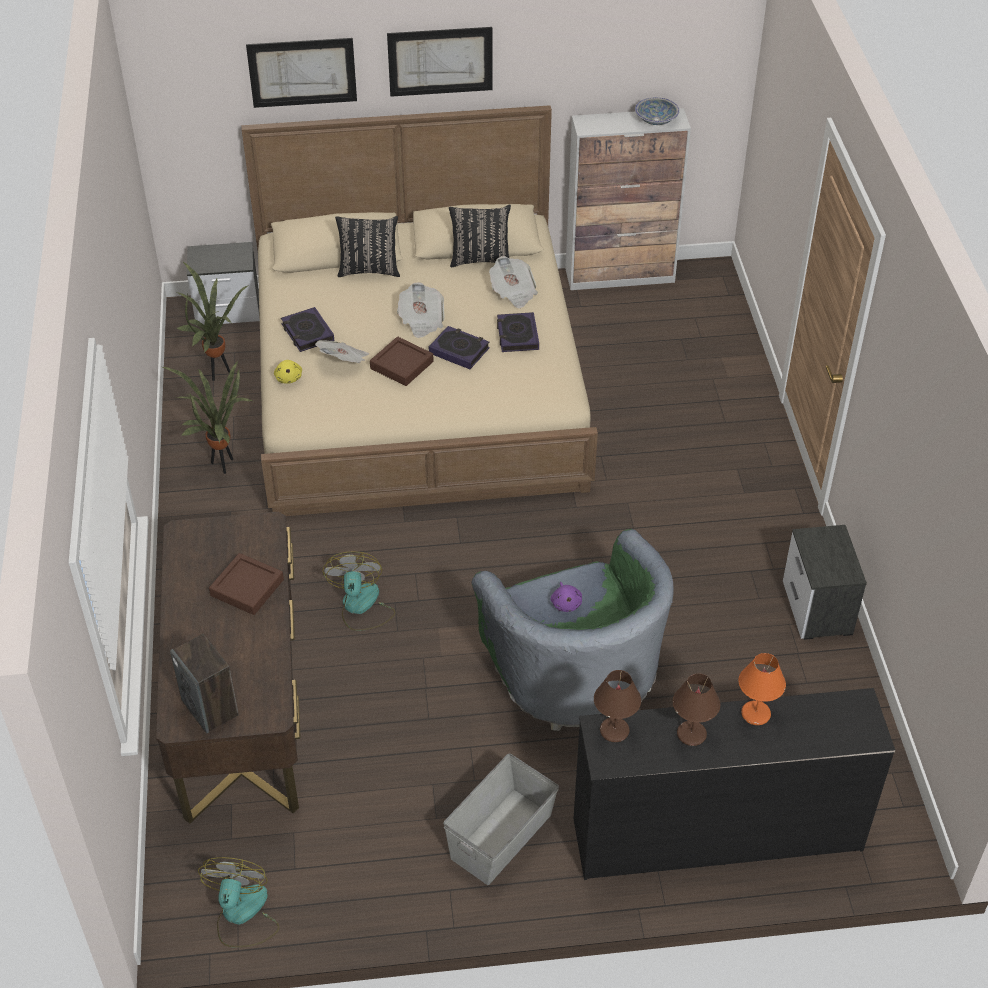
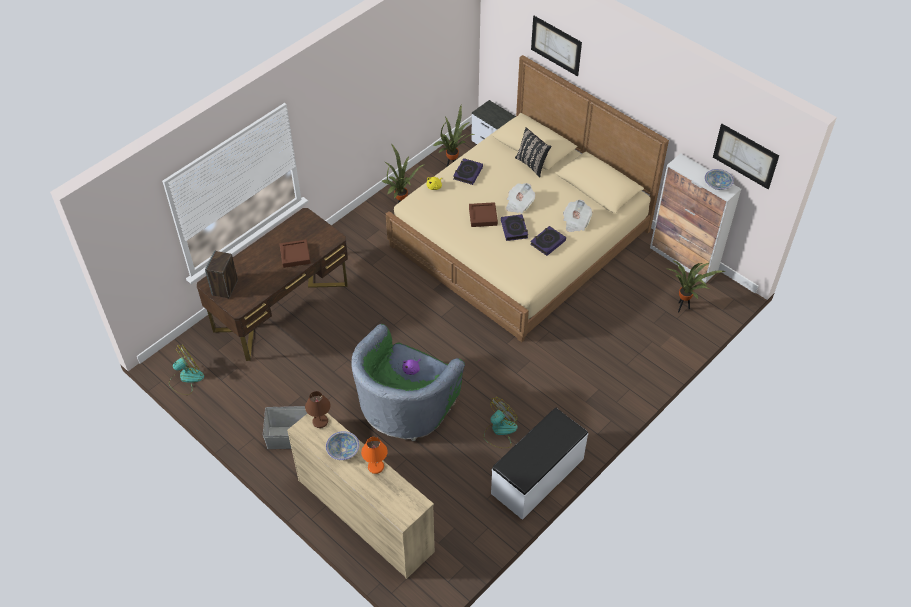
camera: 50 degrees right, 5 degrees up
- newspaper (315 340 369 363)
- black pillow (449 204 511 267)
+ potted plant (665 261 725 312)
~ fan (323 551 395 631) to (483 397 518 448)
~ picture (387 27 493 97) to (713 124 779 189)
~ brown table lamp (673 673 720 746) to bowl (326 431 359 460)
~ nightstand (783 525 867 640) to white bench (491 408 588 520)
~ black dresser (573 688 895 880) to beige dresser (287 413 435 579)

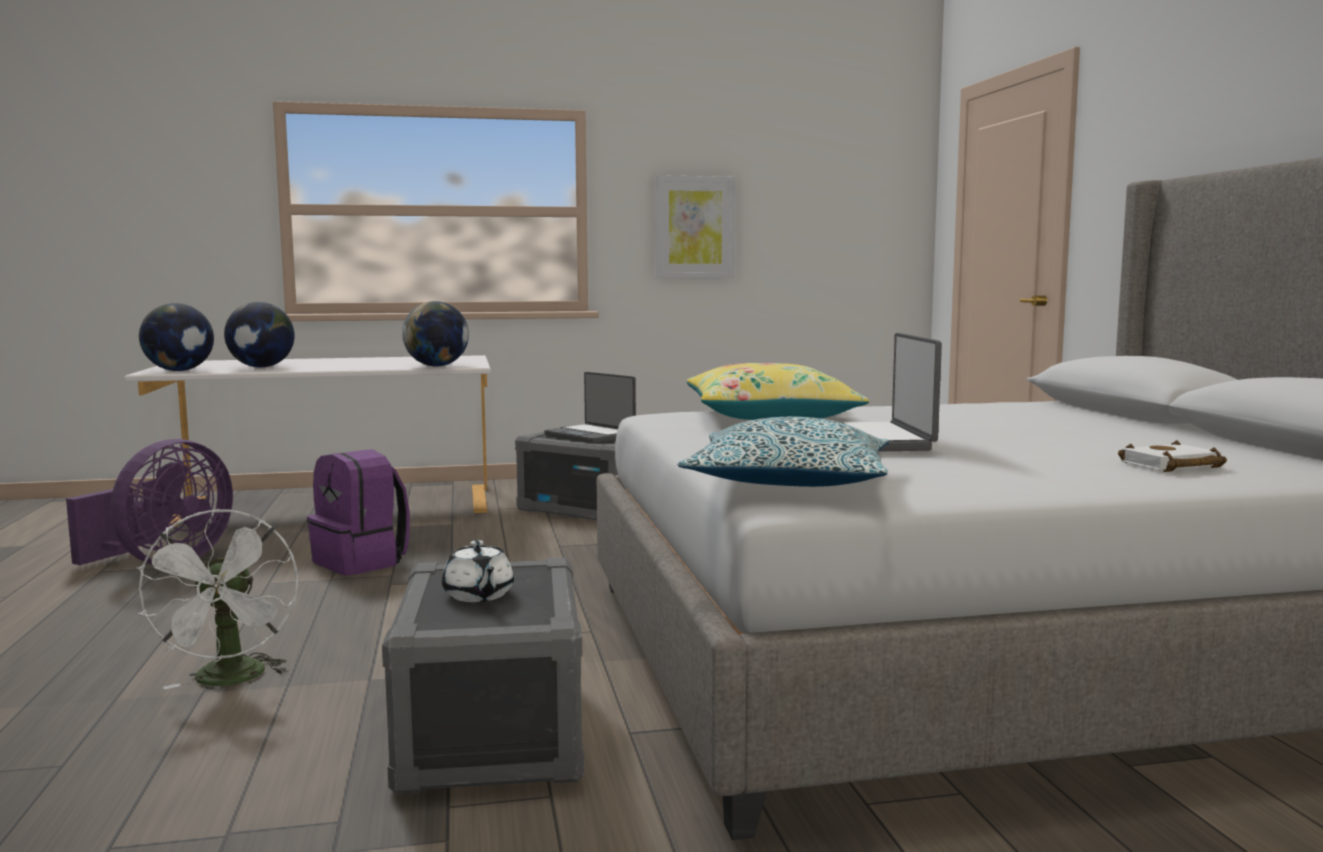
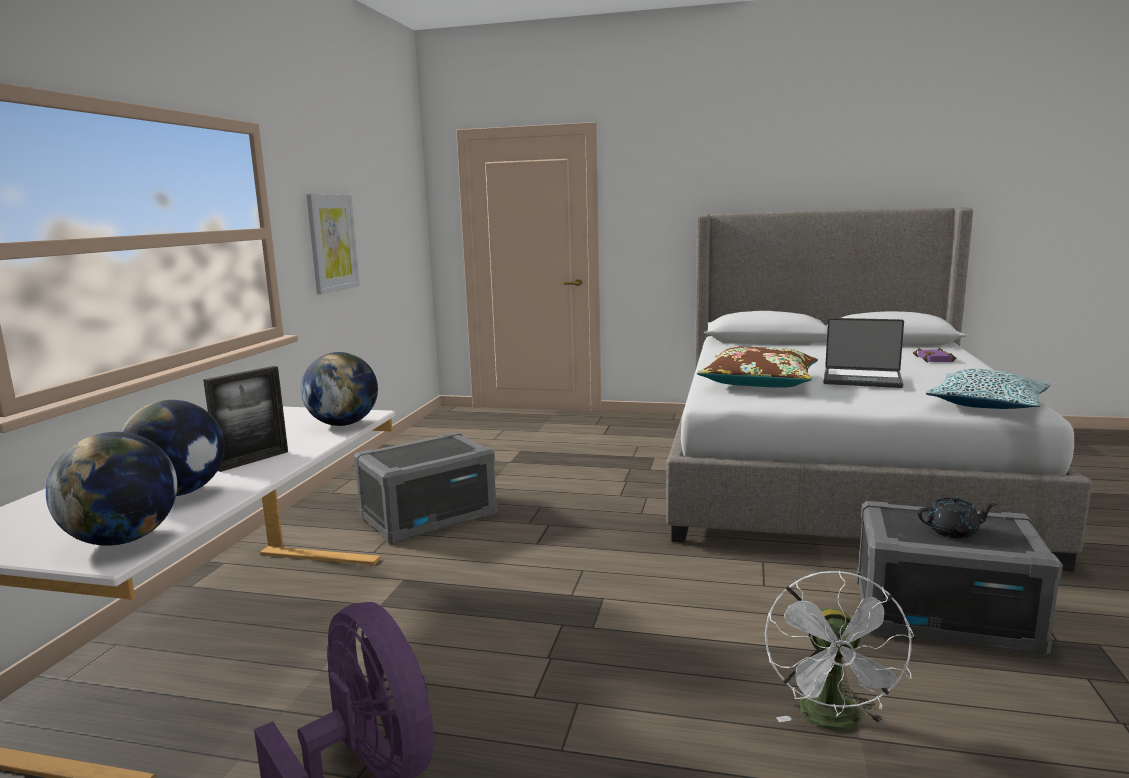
camera: 65 degrees left, 5 degrees up
- purple backpack (307 449 410 575)
- laptop (544 372 636 443)
+ picture frame (203 366 288 472)
~ white teapot (442 540 514 602) to black teapot (917 496 996 539)
~ yellow pillow (687 363 869 420) to brown pillow (697 347 818 388)
~ white book (1118 440 1227 472) to purple book (913 348 956 362)
~ white fan (136 509 298 689) = (765 570 914 731) 90 degrees clockwise

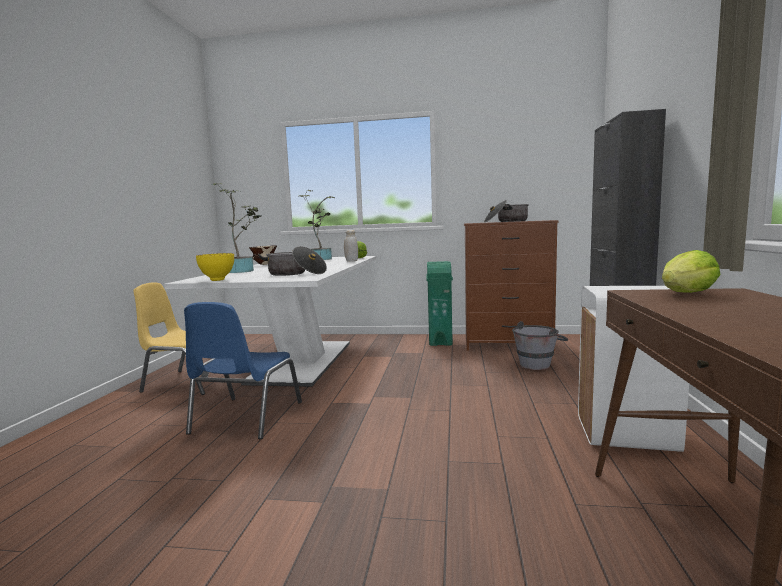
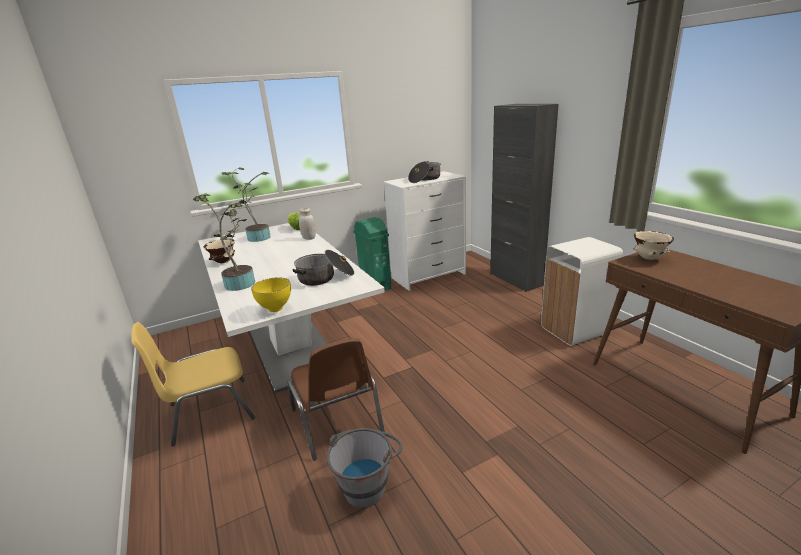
camera: 35 degrees left, 15 degrees up
~ grey bucket (512 321 568 370) to (326 428 403 508)
~ lettuce (662 250 720 293) to beige bowl (633 231 674 260)
~ blue chair (184 302 302 439) to brown chair (287 338 385 461)
~ brown dresser (464 220 559 351) to white dresser (383 171 466 291)

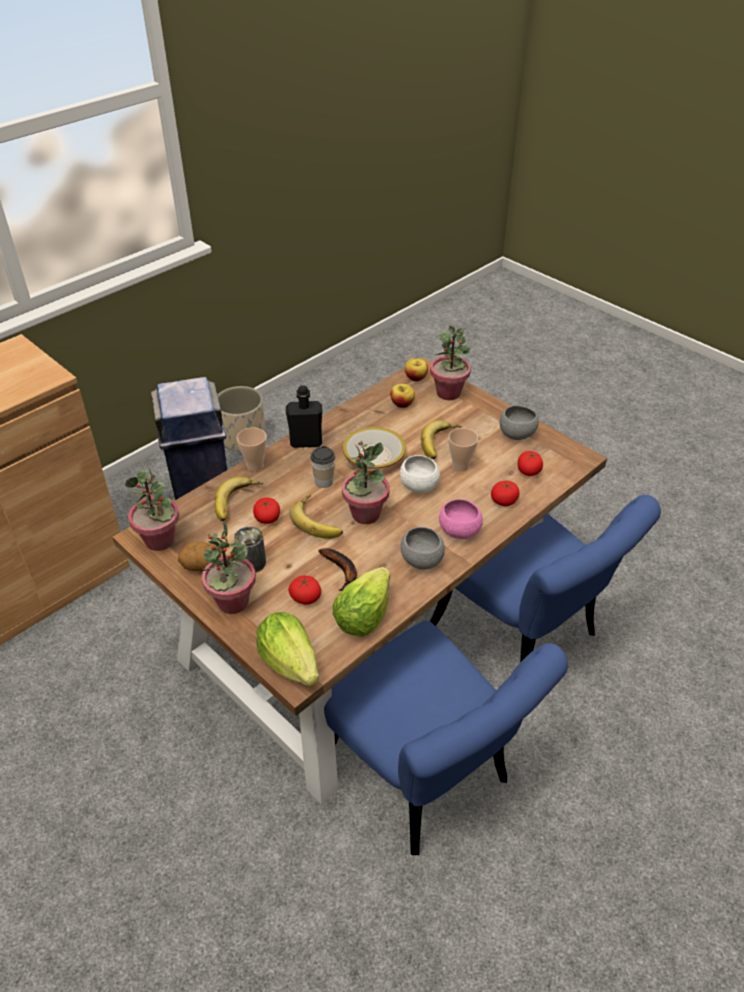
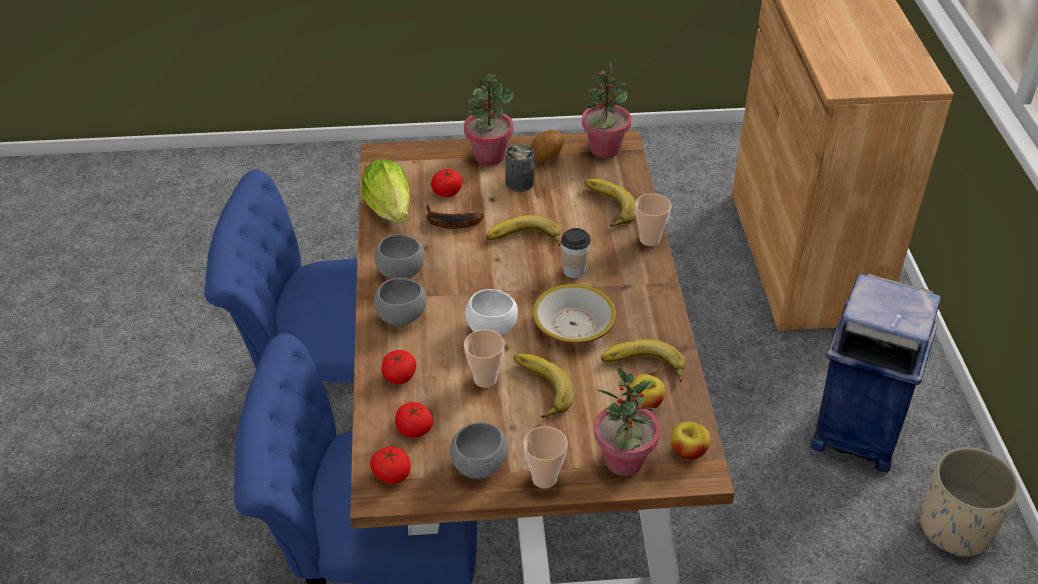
camera: 130 degrees right, 0 degrees up
- lettuce (256 612 319 686)
- black bottle (286 385 322 448)
- potted plant (342 441 390 524)
+ cup (523 426 568 489)
+ banana (601 339 685 382)
~ tomato (253 498 280 524) to (370 446 411 484)
~ pink bowl (439 499 483 539) to grey bowl (374 278 426 326)

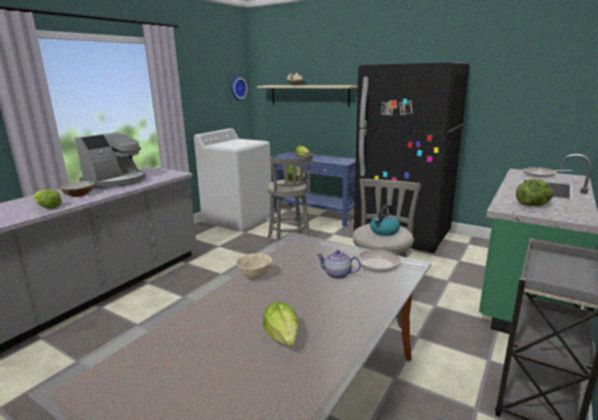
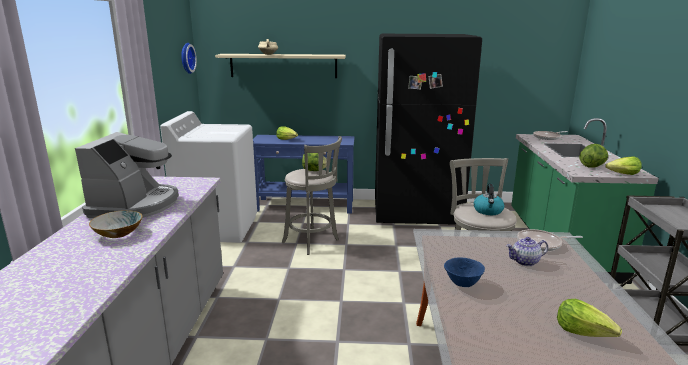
camera: 30 degrees left, 0 degrees up
~ lettuce (33 189 62 209) to (605 156 642 175)
~ beige bowl (236 253 272 279) to blue bowl (444 257 485 287)

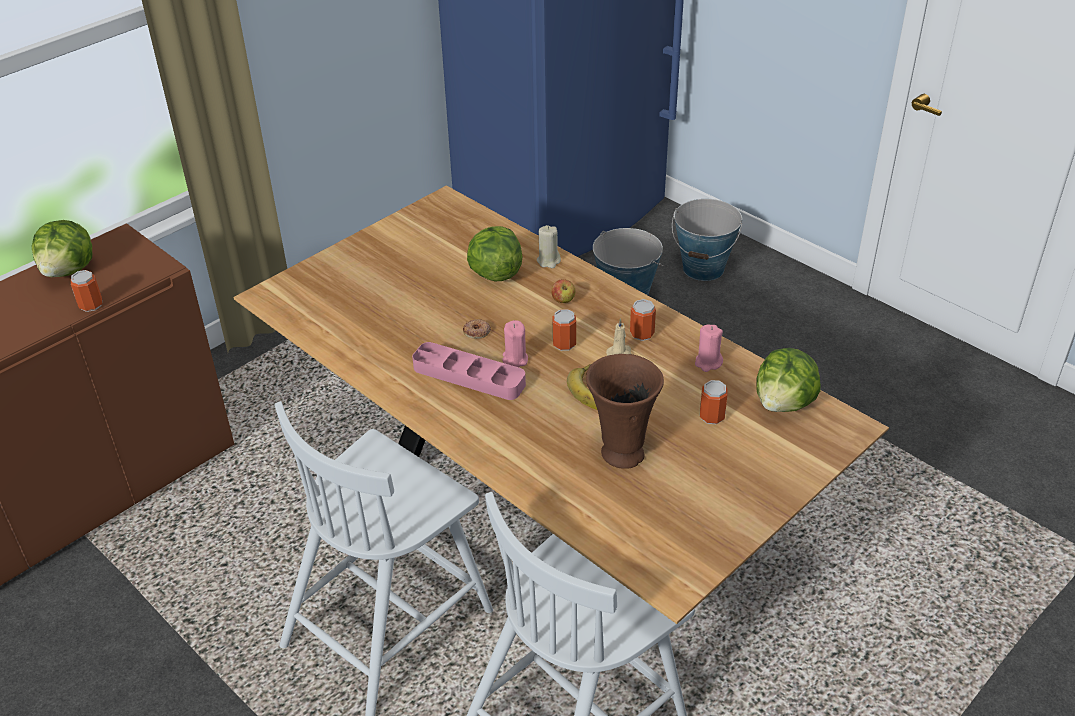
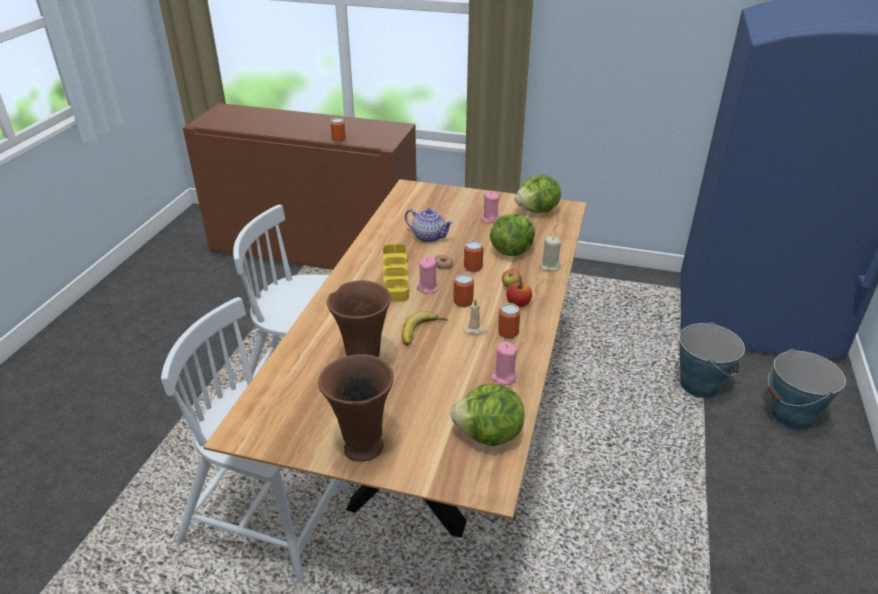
camera: 60 degrees right, 5 degrees down
+ brown vase (318 354 394 462)
+ teapot (405 208 453 243)
+ pink candle (480 191 499 224)
+ apple (506 282 532 307)
~ lettuce (32 220 92 277) to (515 175 561 213)
~ can (700 380 727 424) to (464 241 483 273)
~ pink tray (412 342 526 400) to yellow tray (383 244 409 302)

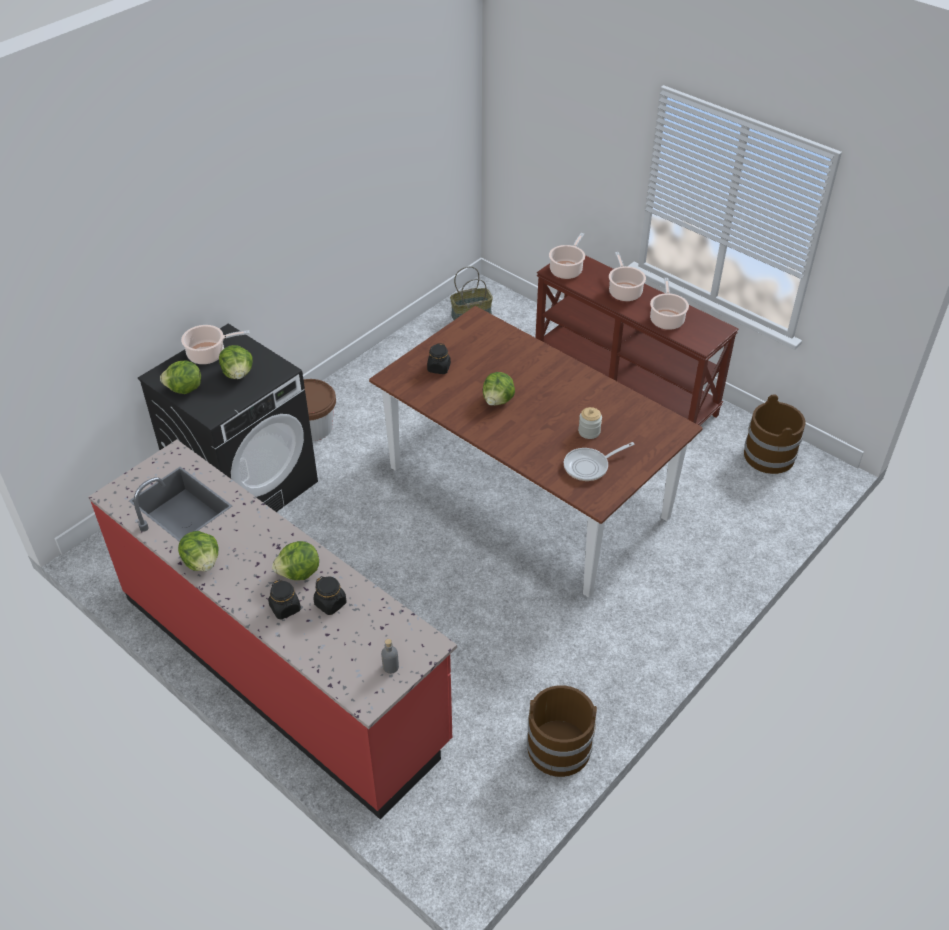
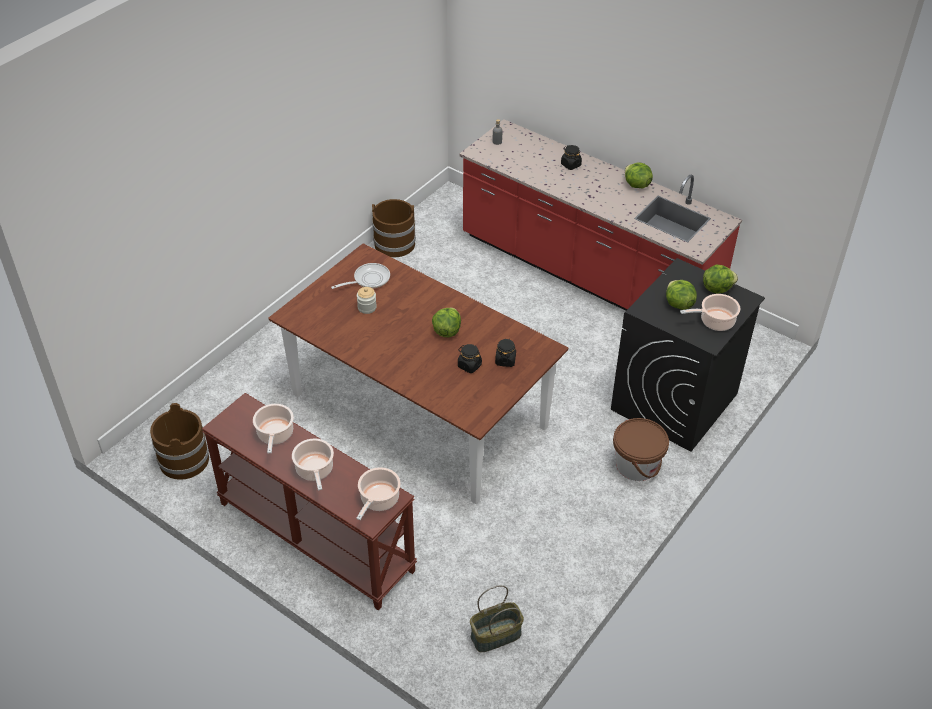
camera: 175 degrees right, 0 degrees up
- lettuce (272 541 319 580)
~ black jar (314 576 346 615) to (458 344 482 373)

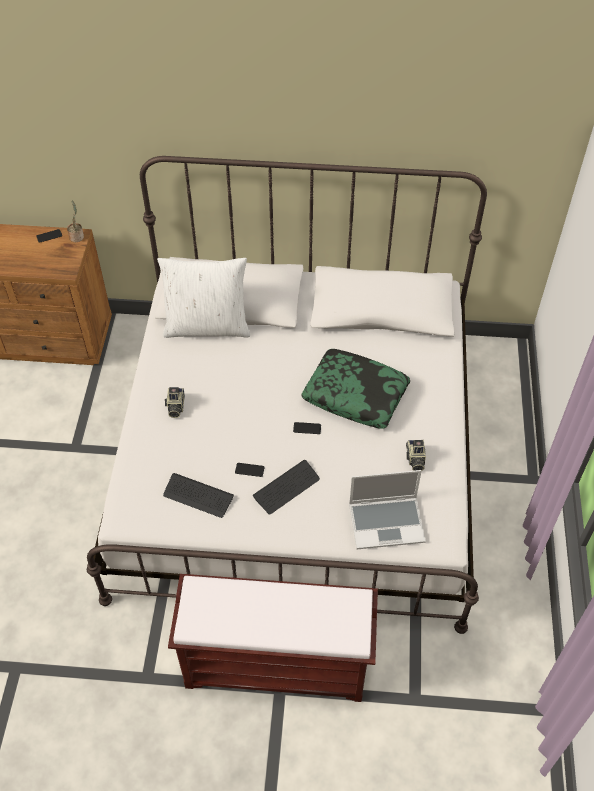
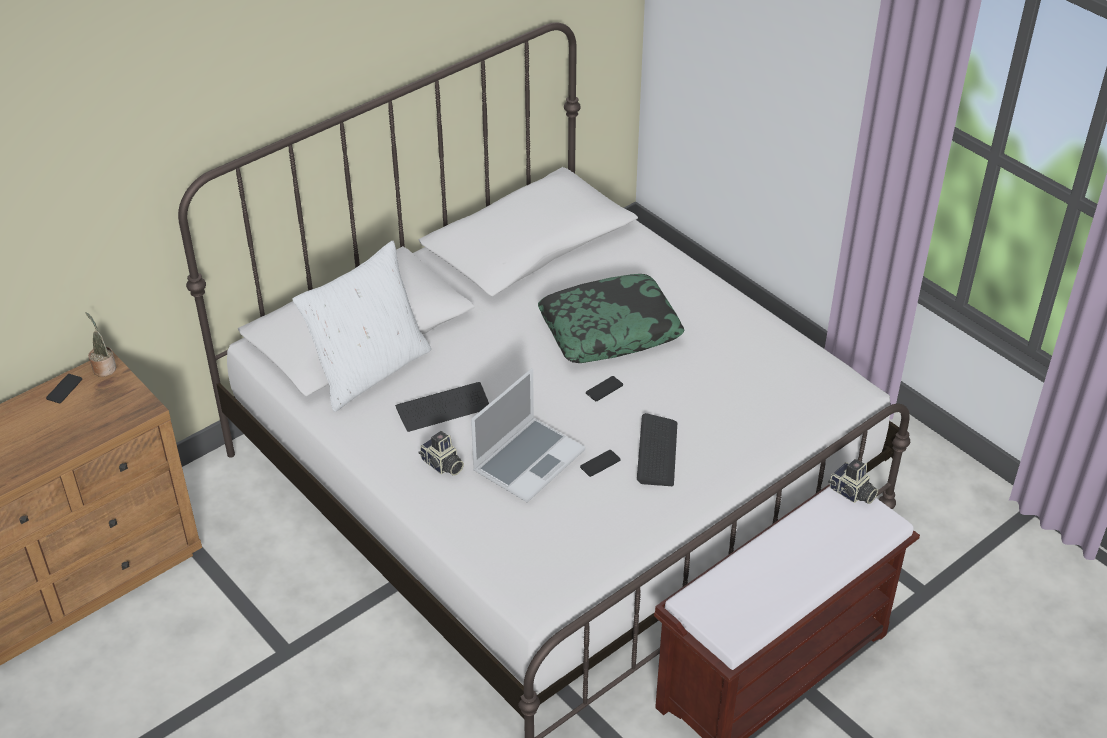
camera: 45 degrees left, 10 degrees down
~ keyboard (163 473 234 518) to (395 382 489 432)
~ laptop (349 470 426 549) to (471 368 585 502)
~ photo camera (406 440 426 471) to (828 459 878 504)

